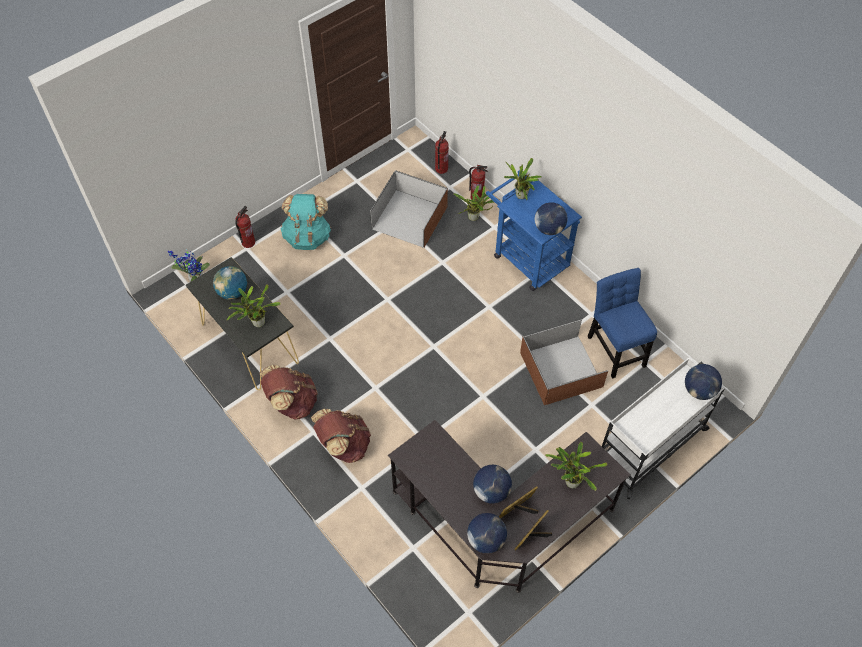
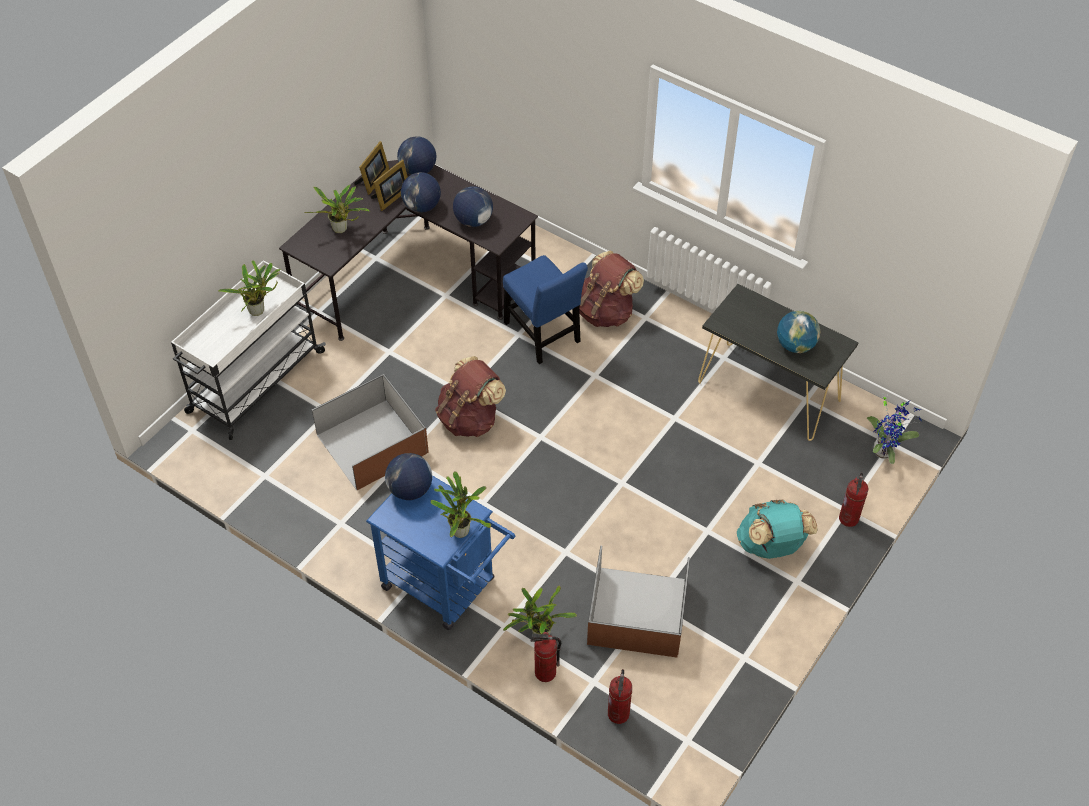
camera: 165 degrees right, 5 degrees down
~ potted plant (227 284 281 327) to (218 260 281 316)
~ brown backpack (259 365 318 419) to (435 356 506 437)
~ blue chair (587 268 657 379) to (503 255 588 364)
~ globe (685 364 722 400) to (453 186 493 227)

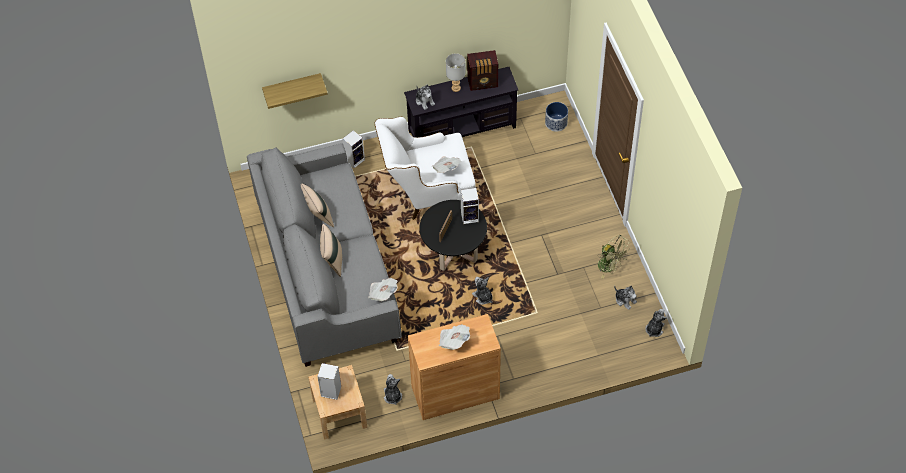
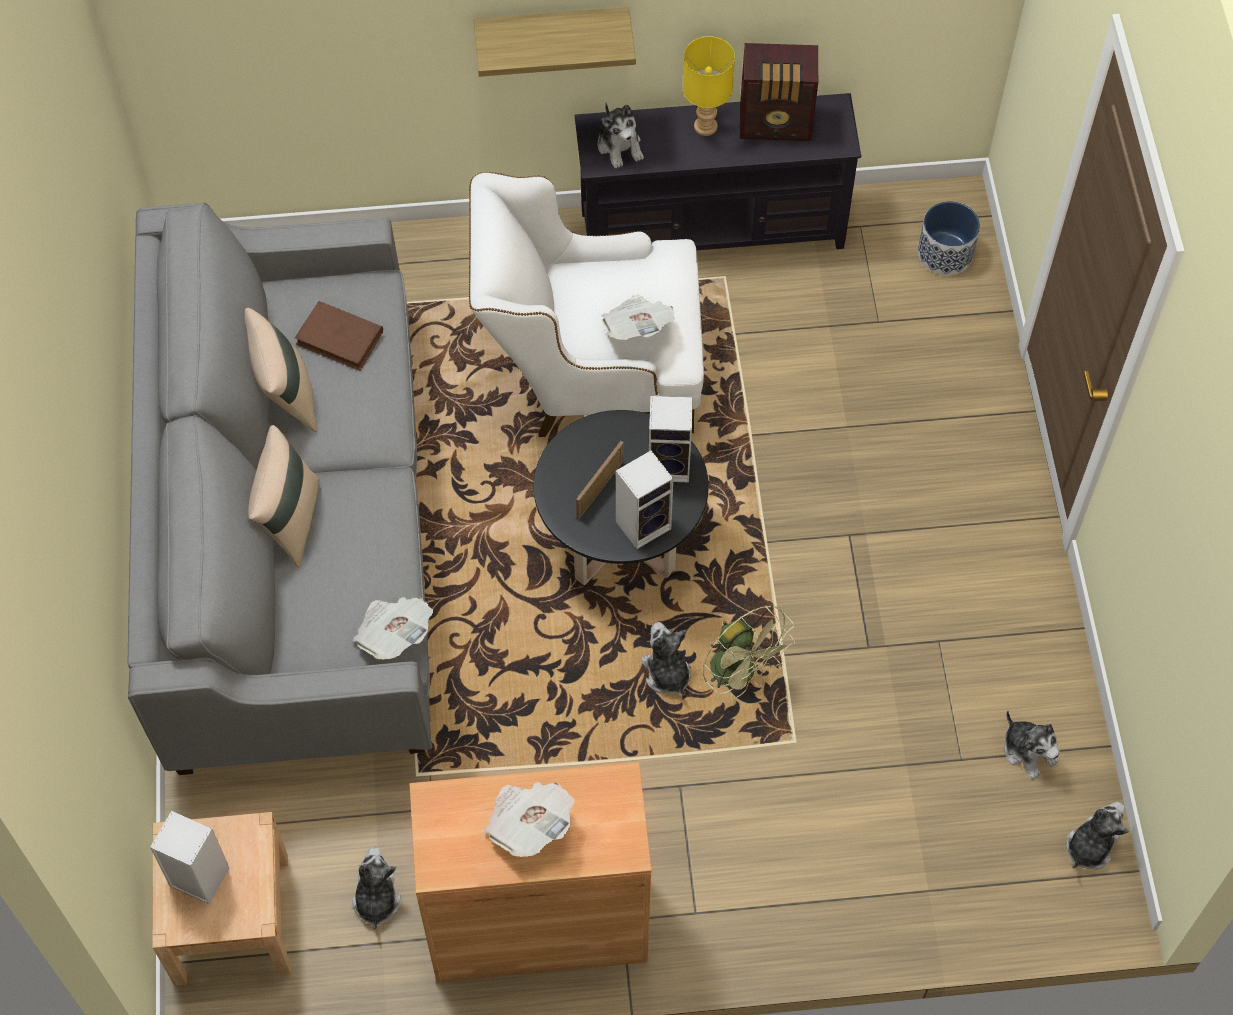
camera: 10 degrees right, 5 degrees up
+ brown book (295 301 383 371)
~ shelf (262 73 328 109) to (474 7 636 77)
~ speaker (342 130 365 168) to (616 450 673 549)
~ green fan (598 235 630 279) to (703 605 795 698)
~ grey table lamp (446 53 466 92) to yellow table lamp (683 36 735 136)

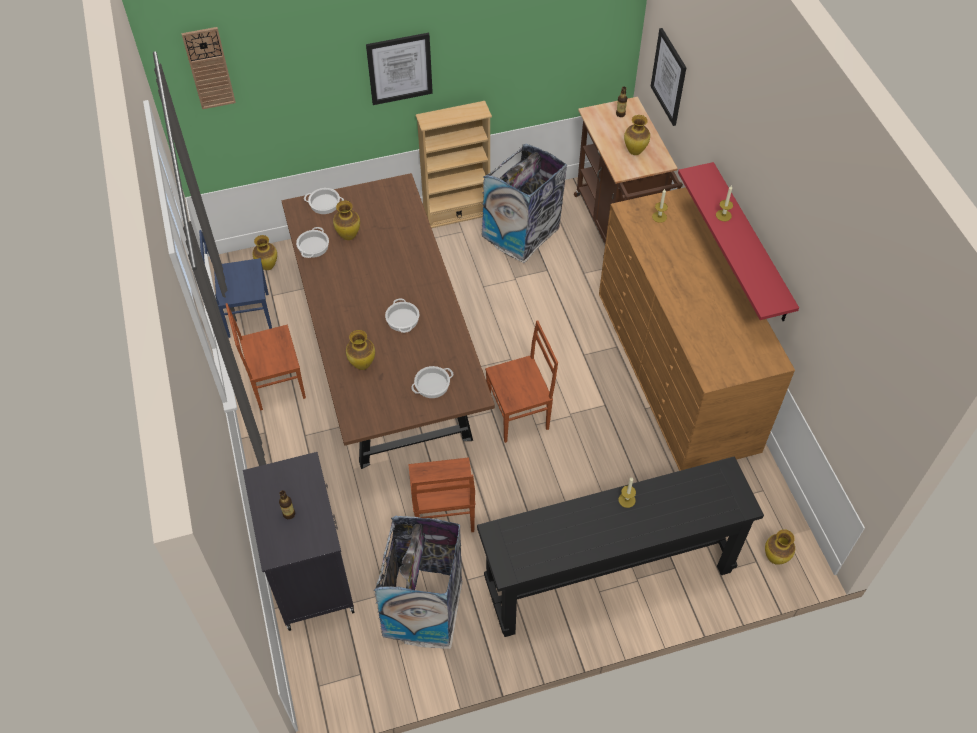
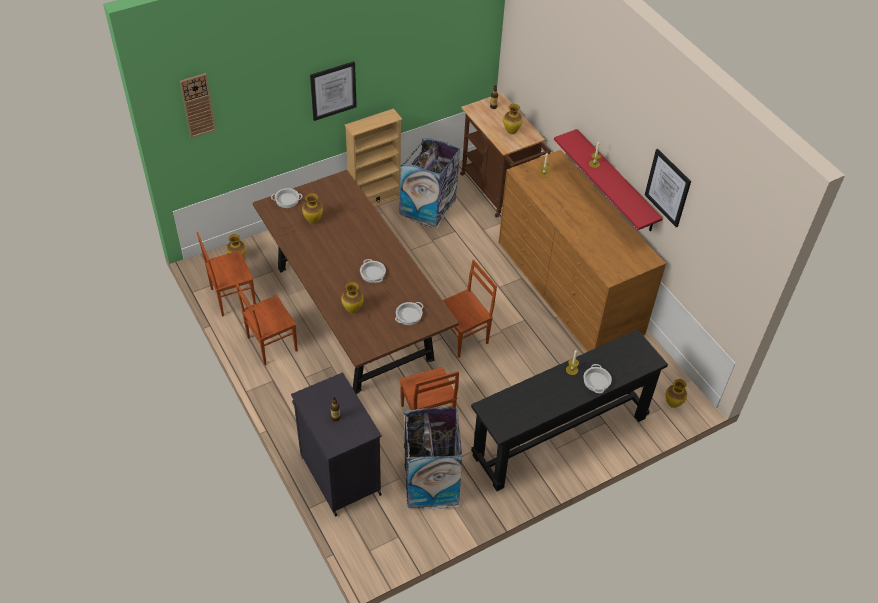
camera: 15 degrees left, 5 degrees down
~ cooking pot (296 227 329 258) to (583 364 612 393)
~ picture (651 28 686 126) to (645 149 691 227)
~ blue chair (199 230 272 338) to brown chair (197 232 256 317)

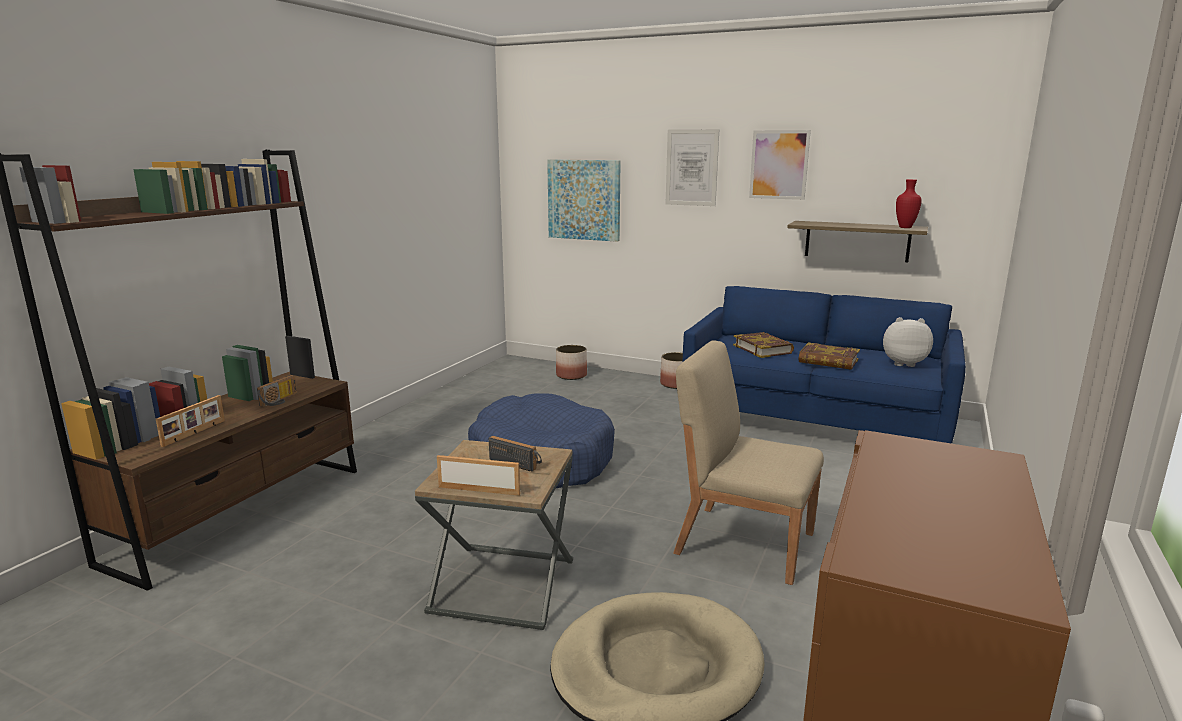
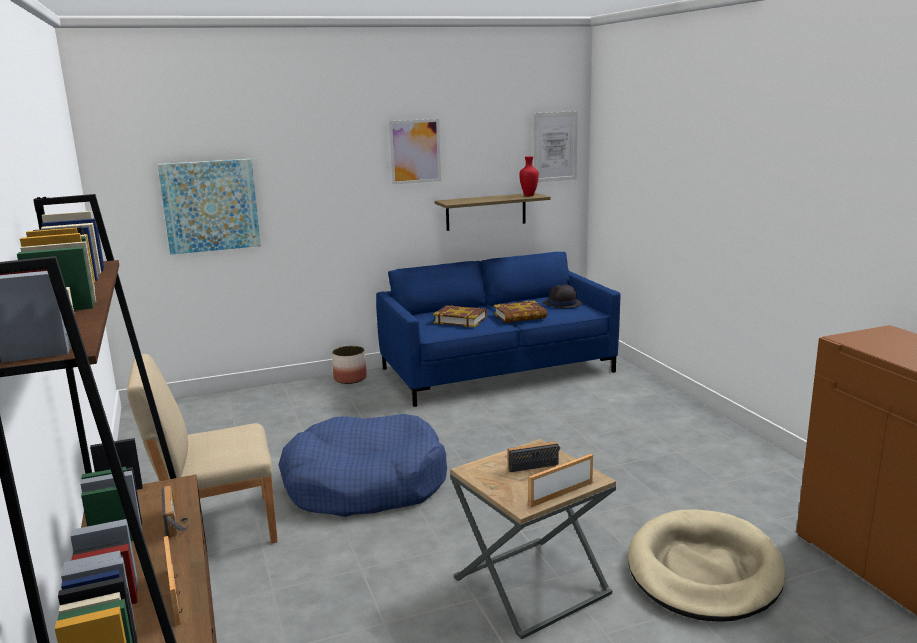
camera: 45 degrees left, 0 degrees up
- planter (556 345 587 380)
~ picture (666 129 719 206) to (533 111 578 182)
~ beige chair (673 340 824 585) to (127 354 278 544)
~ plush toy (883 317 933 367) to black hat (543 284 582 308)

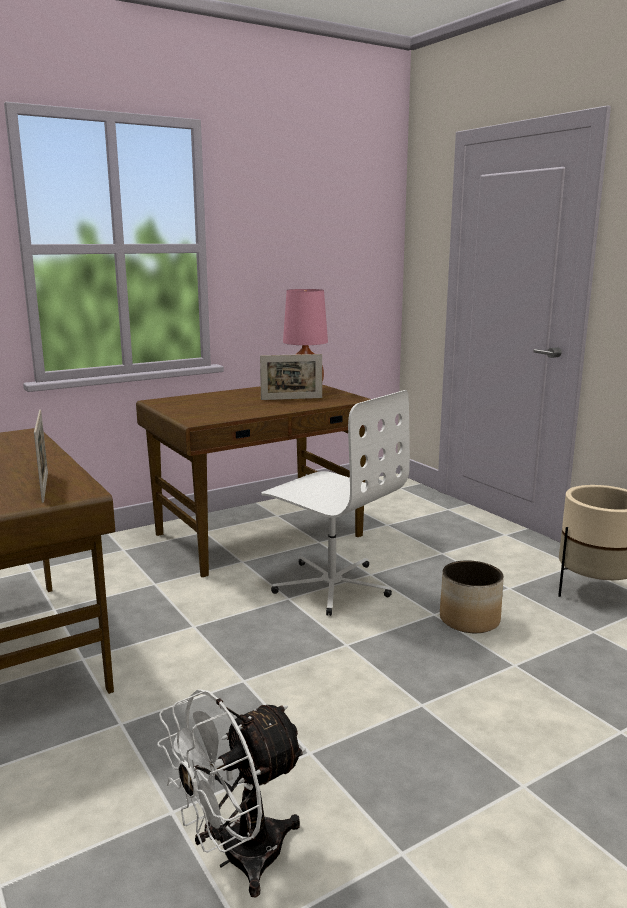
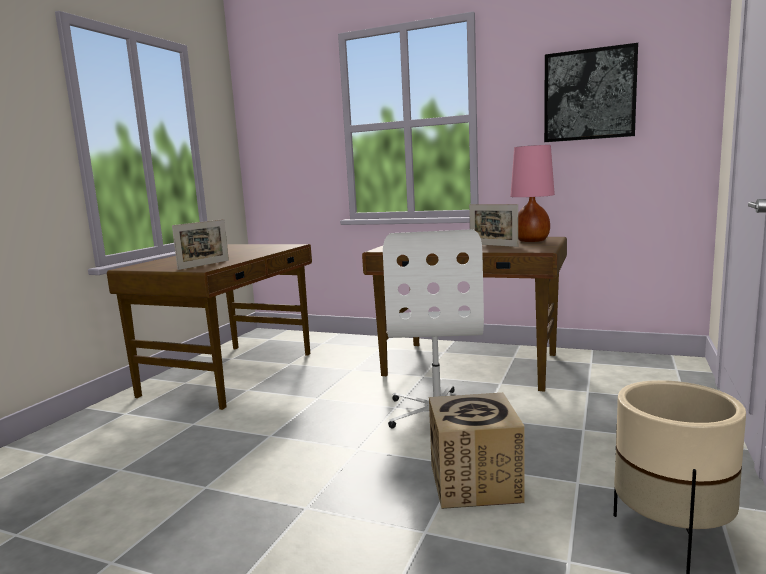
camera: 55 degrees right, 5 degrees down
- white fan (157 689 306 898)
+ picture (544 43 638 142)
~ planter (440 560 504 633) to cardboard box (429 393 525 509)

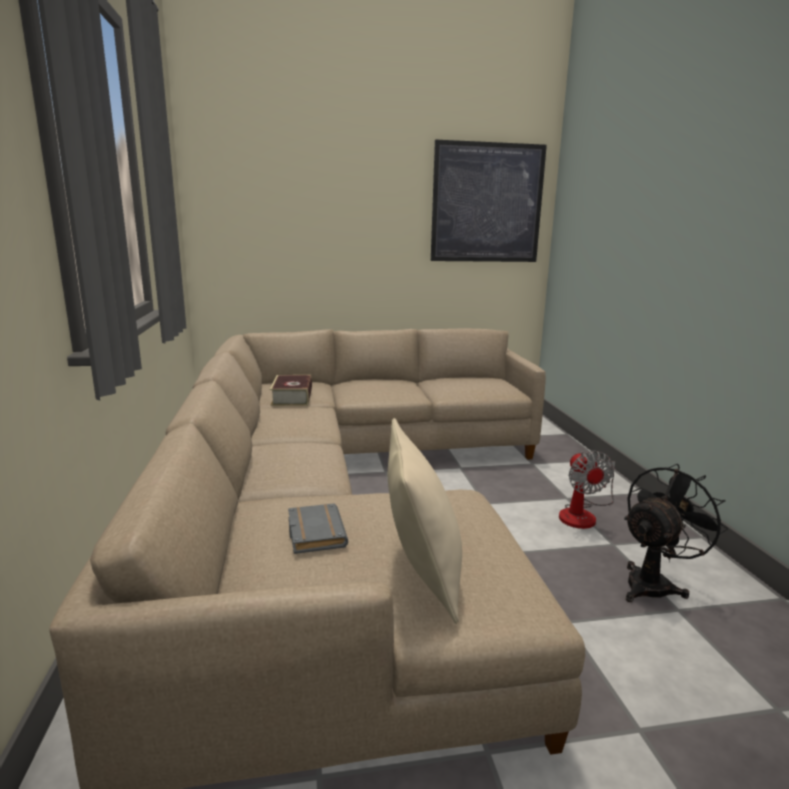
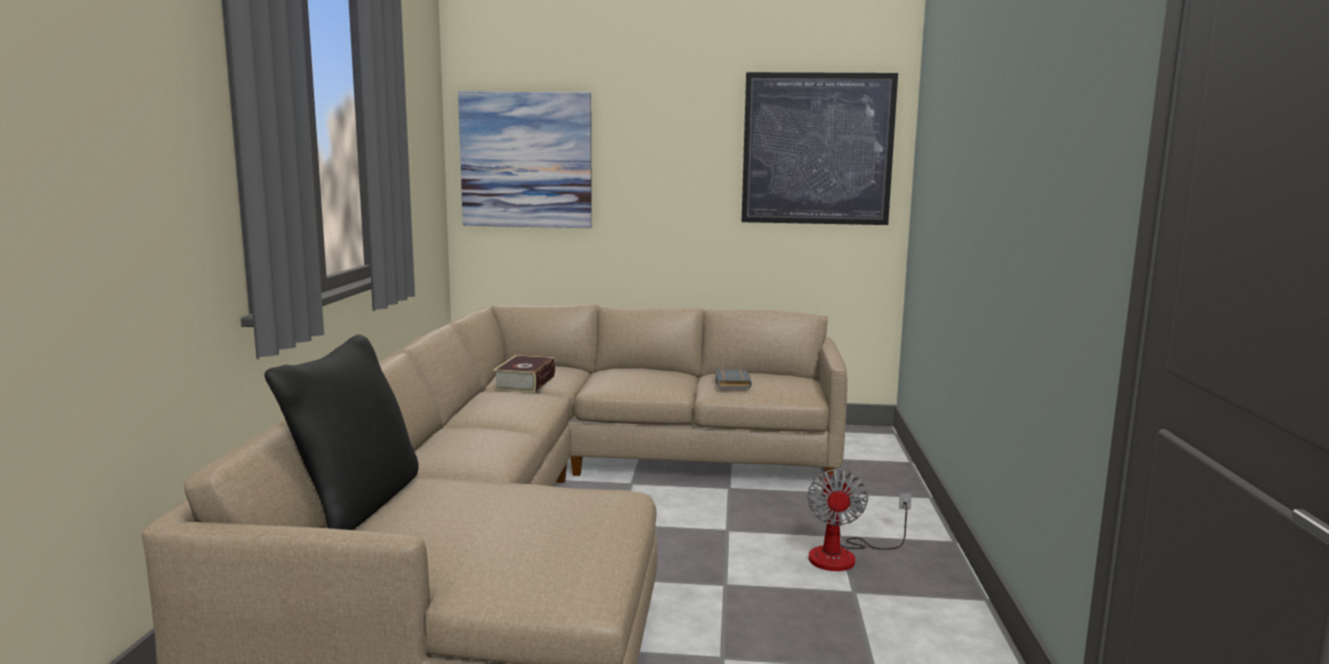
camera: 15 degrees right, 5 degrees down
- beige pillow (388 418 462 624)
- black fan (624 464 728 602)
+ black pillow (264 335 419 530)
+ picture (458 91 592 228)
~ grey book (288 503 348 554) to (715 369 752 388)

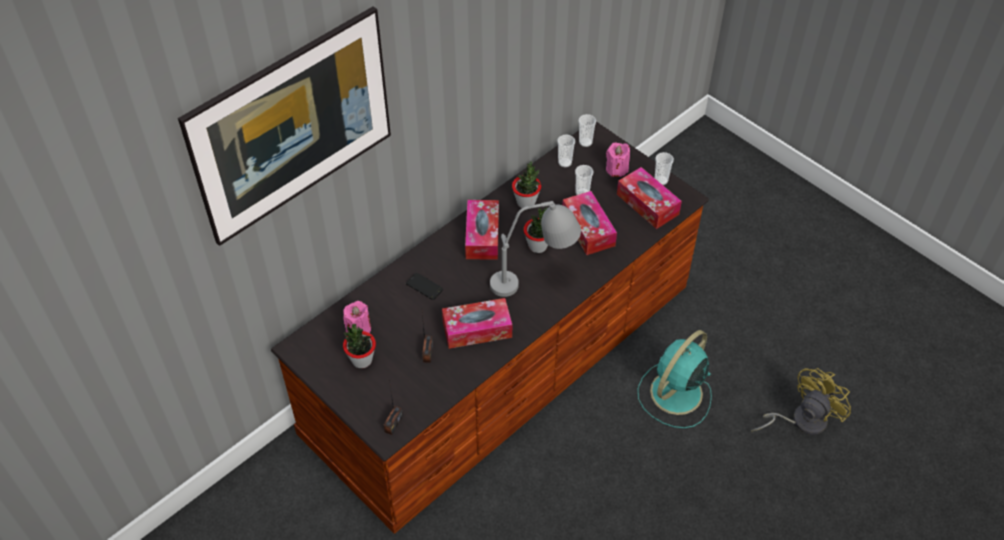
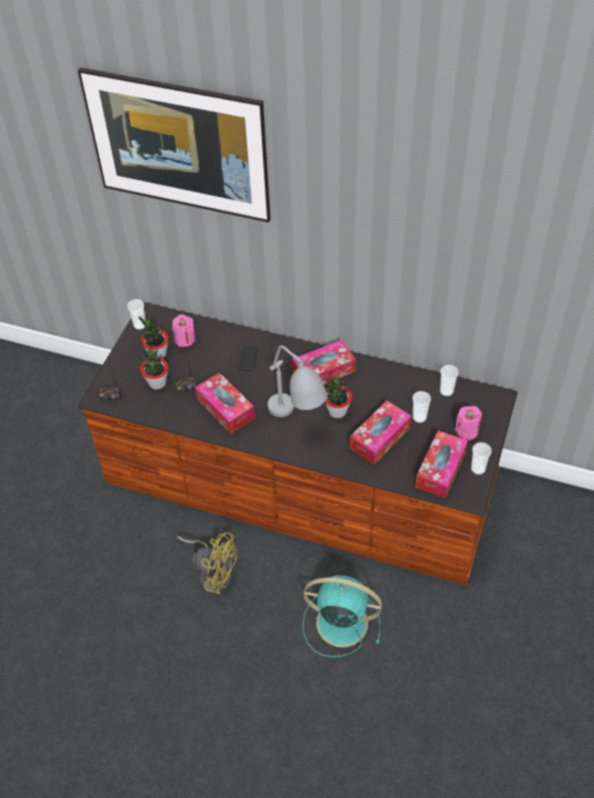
camera: 65 degrees right, 0 degrees up
~ potted plant (512 161 541 208) to (140 348 168 390)
~ cup (579 114 596 147) to (127 299 146 330)
~ yellow fan (751 368 851 435) to (177 532 237 594)

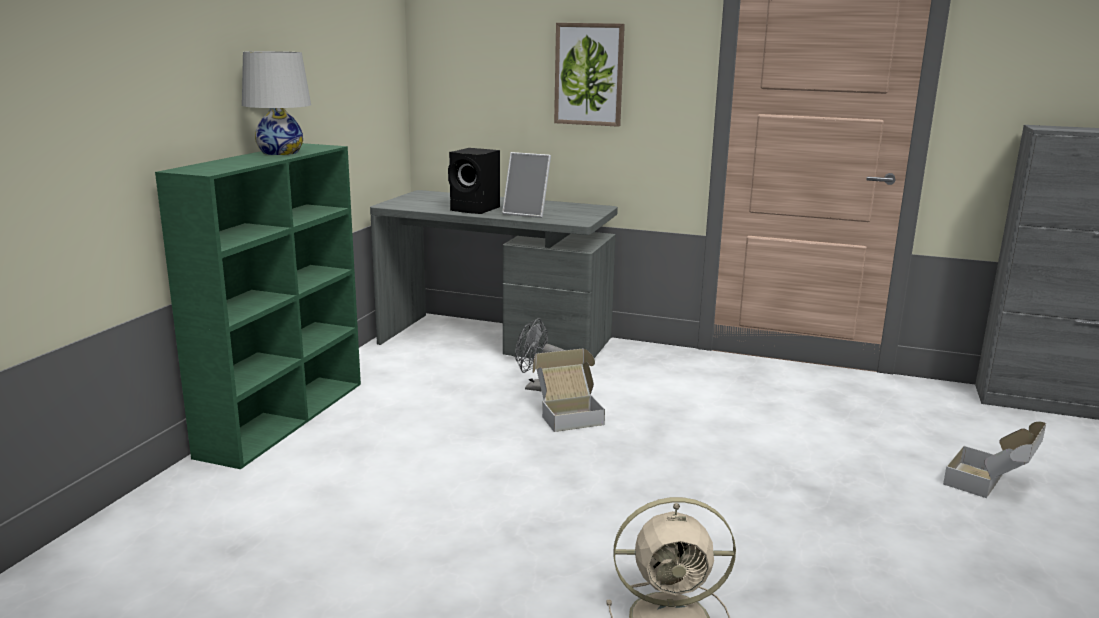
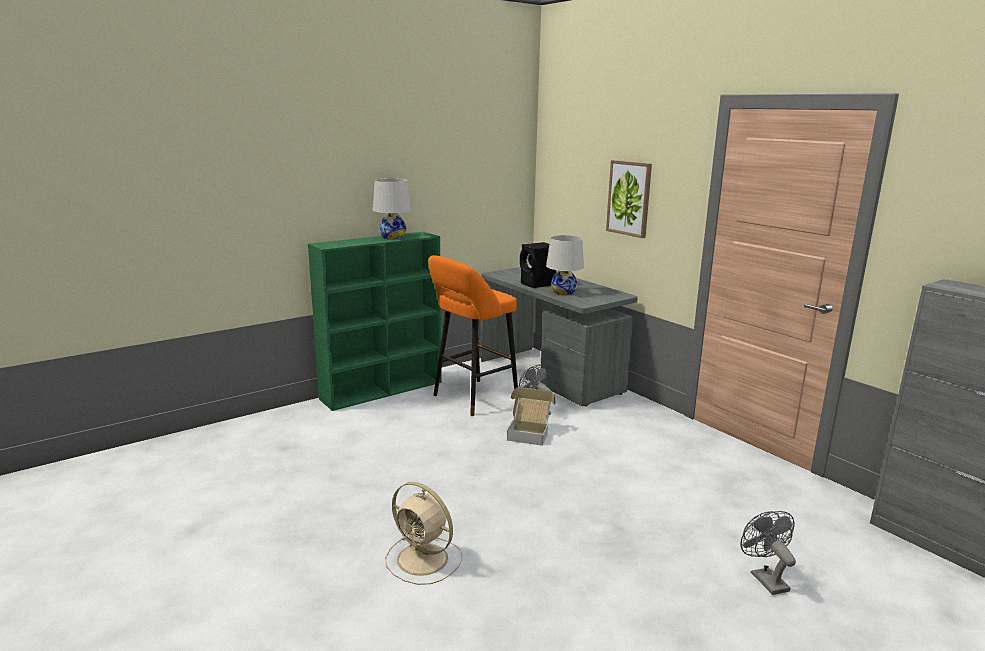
camera: 35 degrees right, 0 degrees up
+ orange stool (428 255 518 416)
~ picture frame (502 152 551 218) to white table lamp (546 235 584 295)
~ cardboard box (943 422 1046 498) to grey fan (741 511 796 595)

